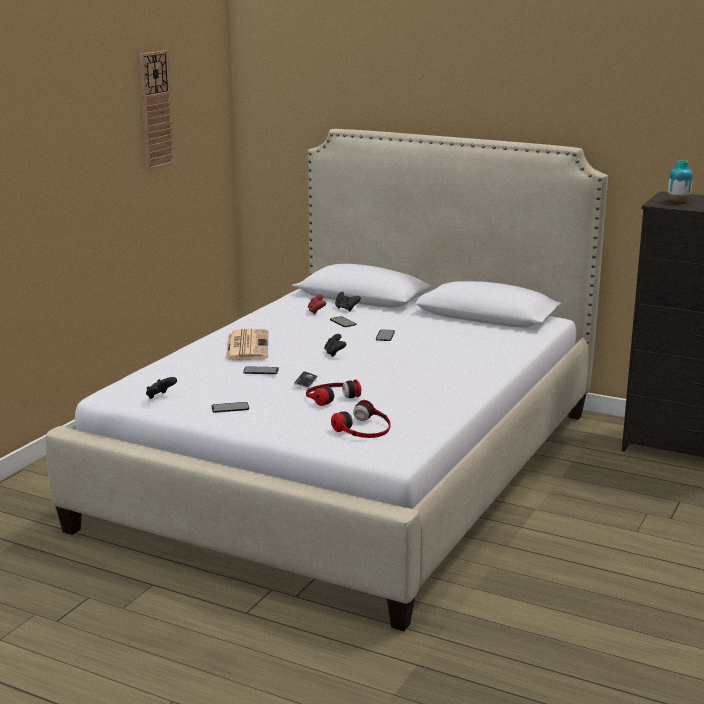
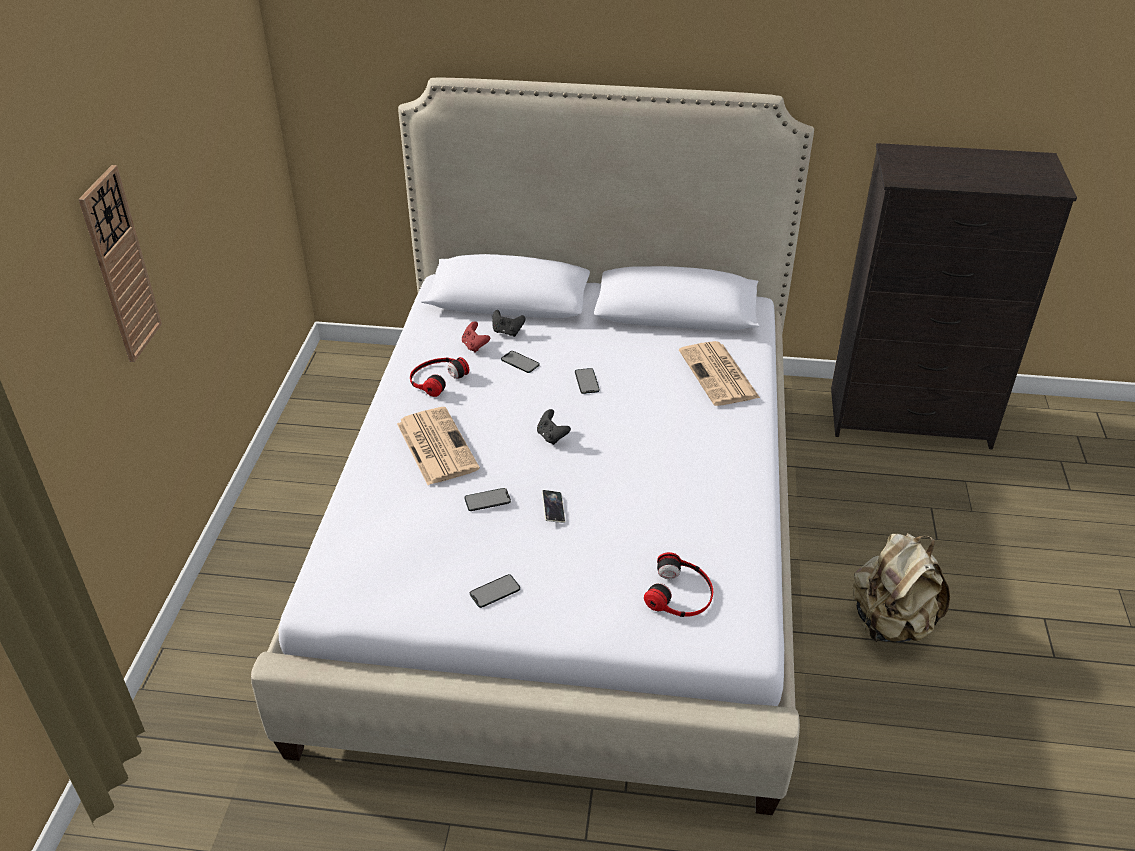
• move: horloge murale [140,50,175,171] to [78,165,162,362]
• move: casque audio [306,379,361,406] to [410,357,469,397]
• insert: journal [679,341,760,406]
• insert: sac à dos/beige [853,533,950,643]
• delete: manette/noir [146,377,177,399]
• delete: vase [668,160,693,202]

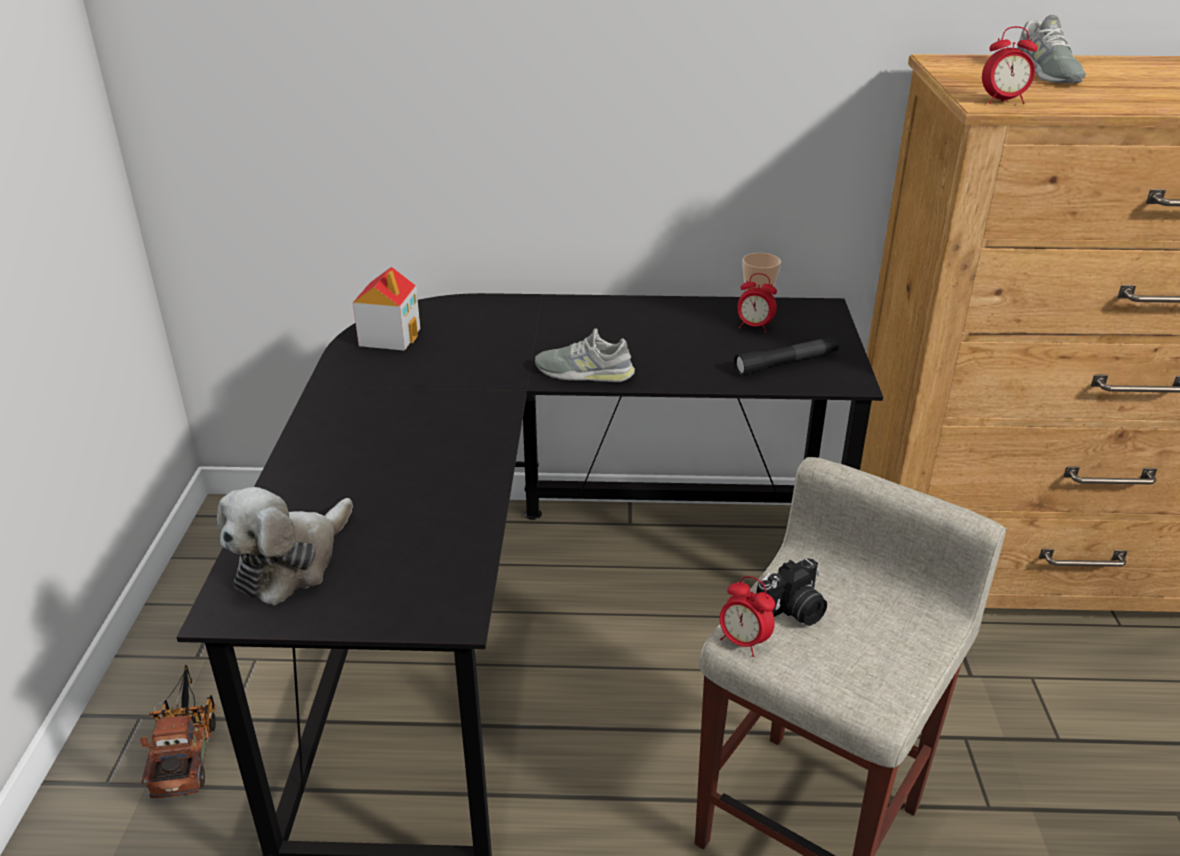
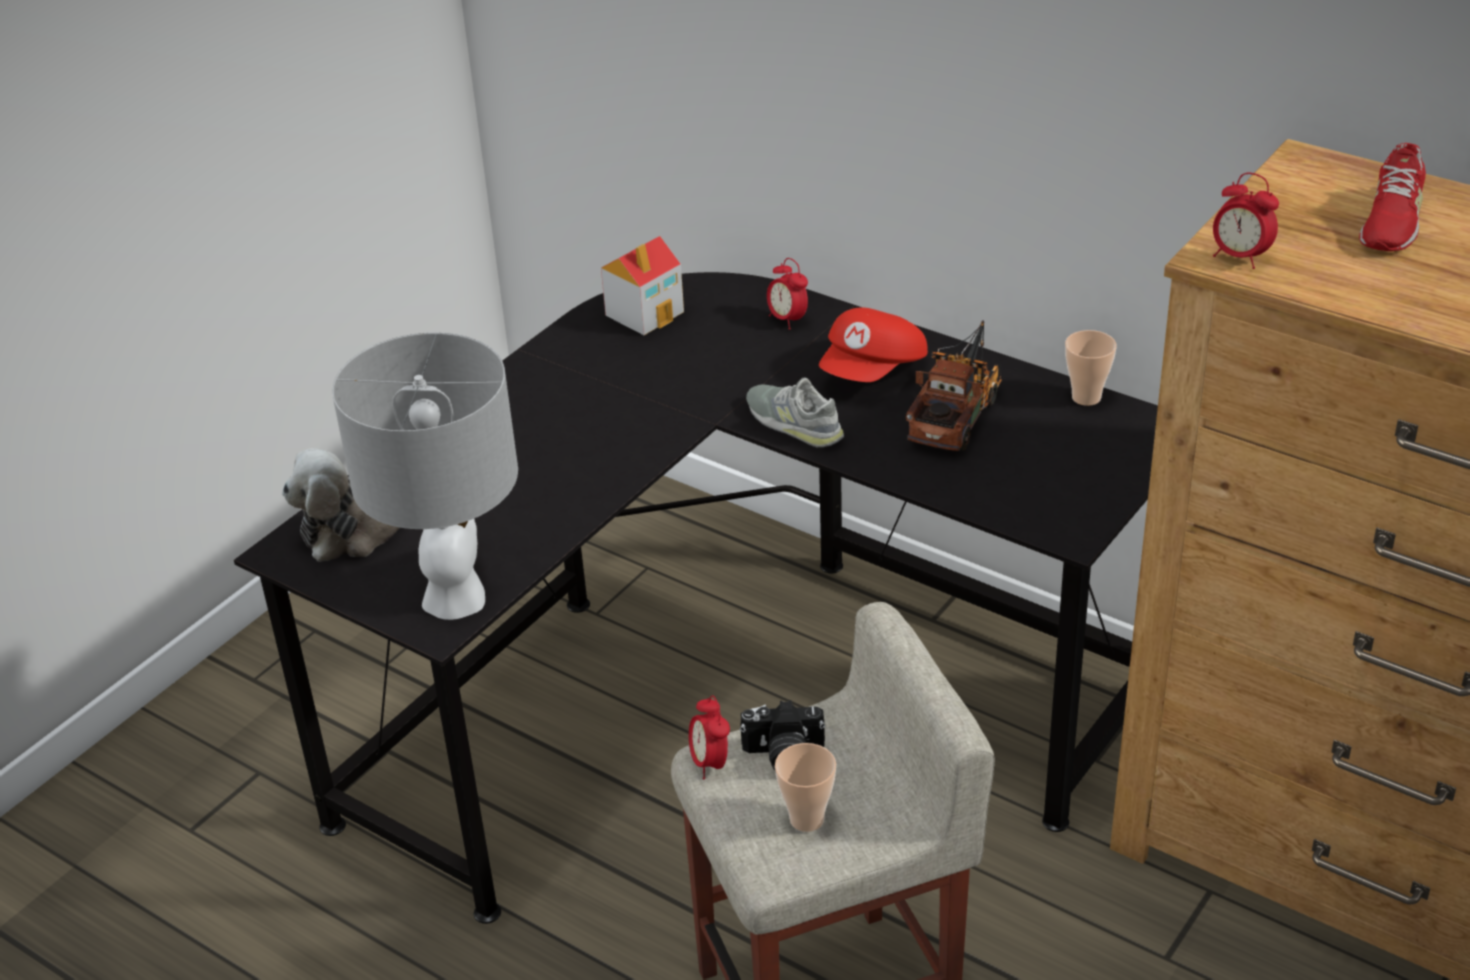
• insert: lampe de table/gris [332,332,518,620]
• move: réveil [738,273,777,333] to [767,258,808,330]
• insert: tasse [775,743,836,832]
• insert: casquette/rouge [819,308,928,382]
• move: camion jouet [140,665,216,798] to [905,321,1002,451]
• recolor: chaussure/gris [1017,15,1086,83] to chaussure/rouge [1359,143,1426,251]
• delete: lampe de poche/noir [734,336,839,375]

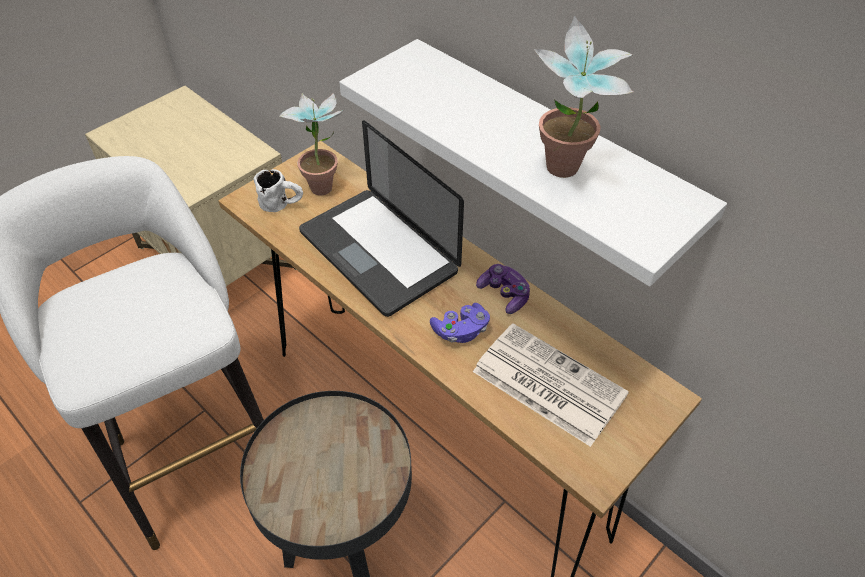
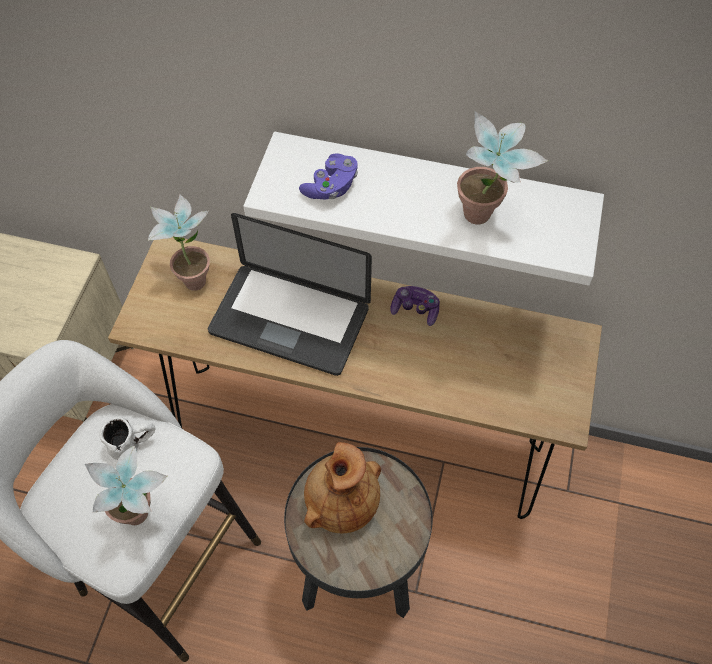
• insert: plante en pot [85,446,167,525]
• move: mug/blanc [254,169,303,212] to [99,417,155,460]
• move: manette/violet [430,303,490,343] to [299,153,358,199]
• insert: vase/marron [304,442,381,533]
• delete: journal [473,324,629,447]

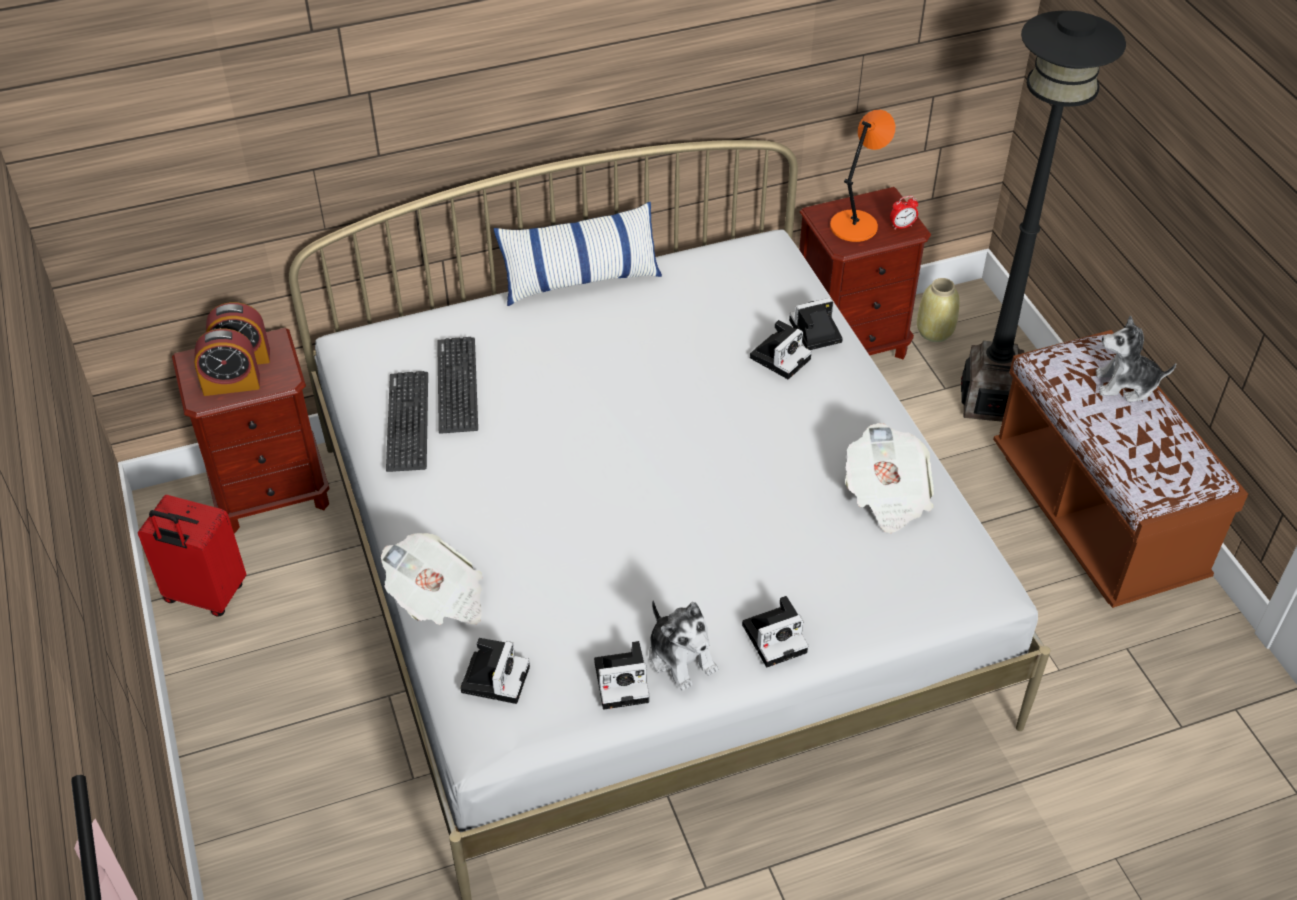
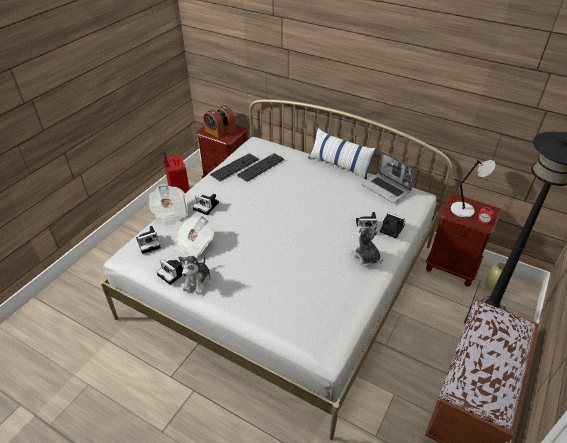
• move: journal [845,423,934,533] to [173,216,214,258]
• move: appareil photo [742,596,808,667] to [193,194,219,215]
• move: peluche [1095,316,1176,402] to [350,225,383,267]
• insert: ordinateur portable [362,152,416,203]
• recolor: lampe de table/orange [830,110,895,242] to lampe de table/gris [451,159,495,218]

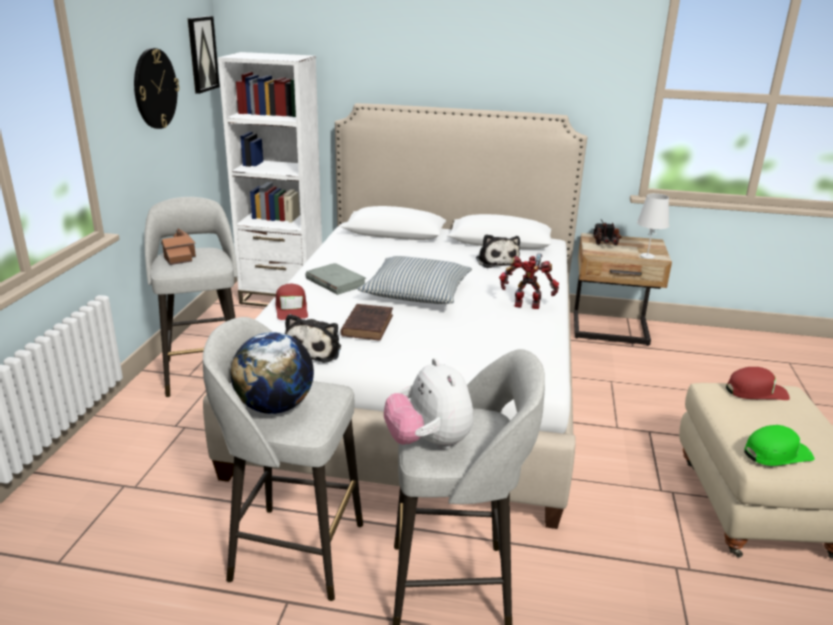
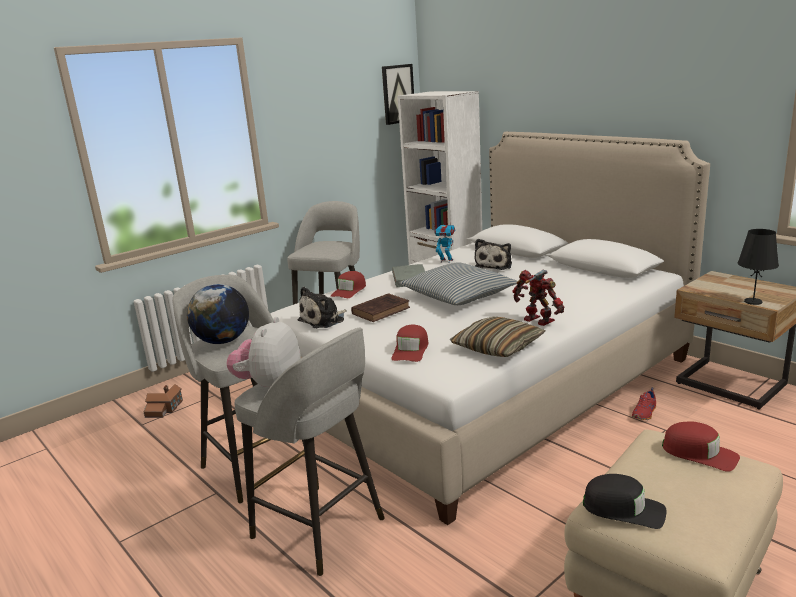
• move: maison miniature [161,229,196,265] to [144,384,183,418]
• insert: casquette/rouge [392,324,428,362]
• insert: robot jouet [433,222,456,263]
• insert: coussin [450,317,545,357]
• move: peluche [476,234,520,268] to [475,239,512,270]
• recolor: casquette/vert [744,425,815,466] to casquette/noir [583,474,667,529]
• insert: chaussure/rouge [632,388,656,420]
• recolor: lampe de table/blanc [637,193,669,259] to lampe de table/noir [738,229,779,305]
• delete: horloge murale [134,48,179,129]
• delete: camion jouet [593,219,621,245]

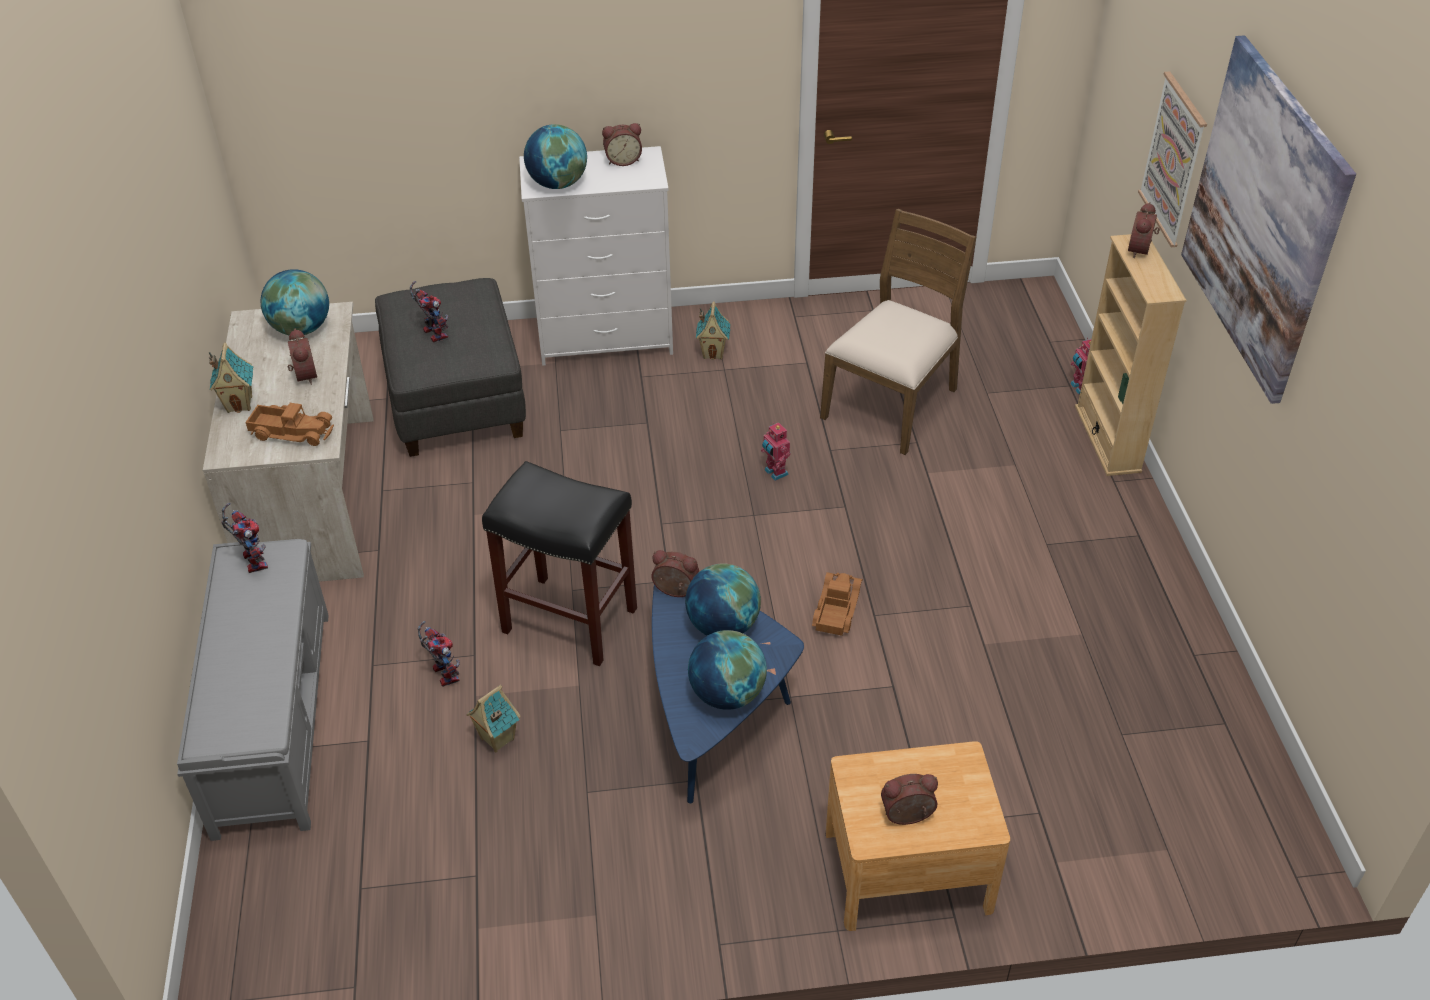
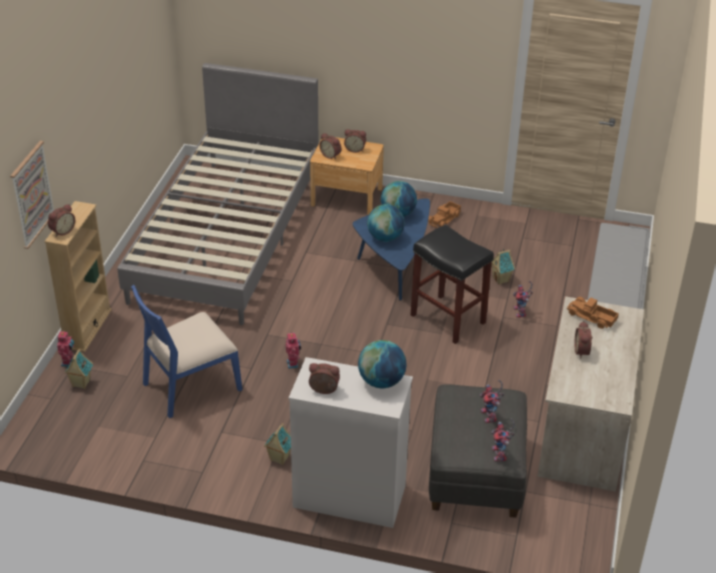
• move: maison miniature [209,342,253,413] to [64,349,93,389]
• insert: lit/gris [117,63,318,325]
• recolor: chaise/marron [820,209,976,455] to chaise/bleu [131,285,242,418]
• move: réveil [651,550,699,597] to [319,133,342,159]
• move: camion jouet [812,572,862,636] to [428,201,461,228]
• move: robot jouet [221,503,268,573] to [491,418,515,461]
• delete: globe [261,269,329,335]
• delete: tableau [1181,35,1356,404]

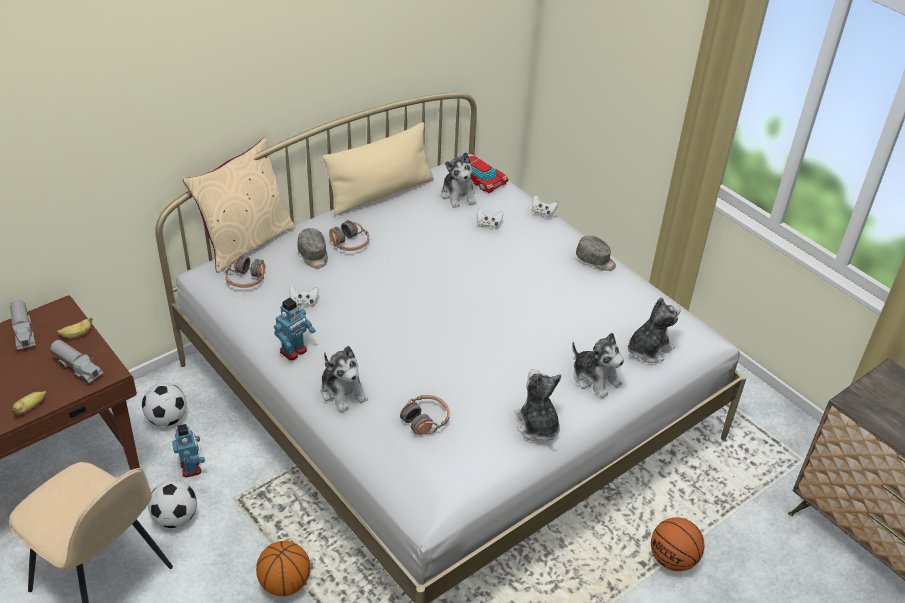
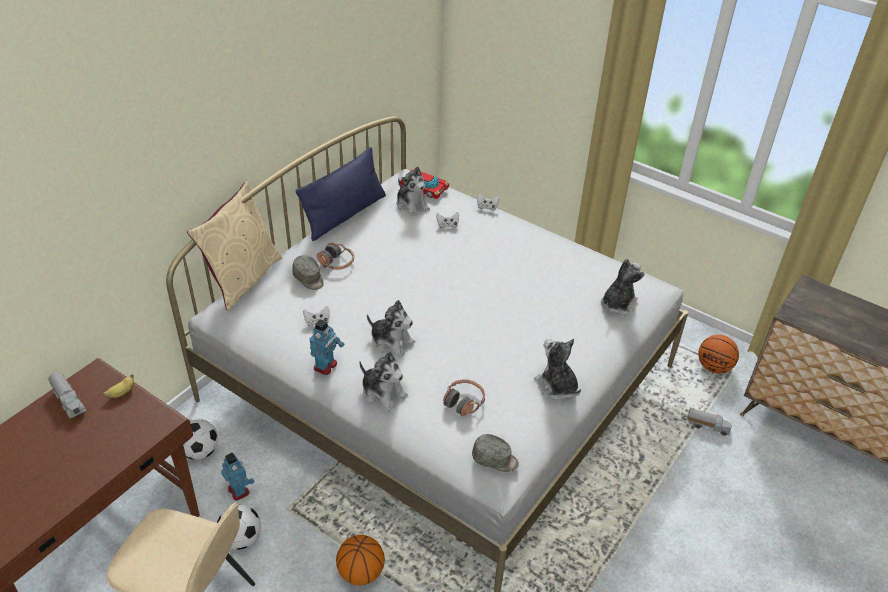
• recolor: coussin/beige [322,122,434,216] to coussin/bleu [296,147,386,241]
• move: peluche [572,333,624,398] to [367,300,415,357]
• move: casquette/gris [576,235,616,271] to [472,434,519,472]
• move: camion jouet [50,340,104,384] to [687,408,732,436]
• move: ballon de basket [651,517,704,571] to [698,335,739,374]
• delete: banane [12,391,46,415]
• delete: casque audio [225,255,265,288]

